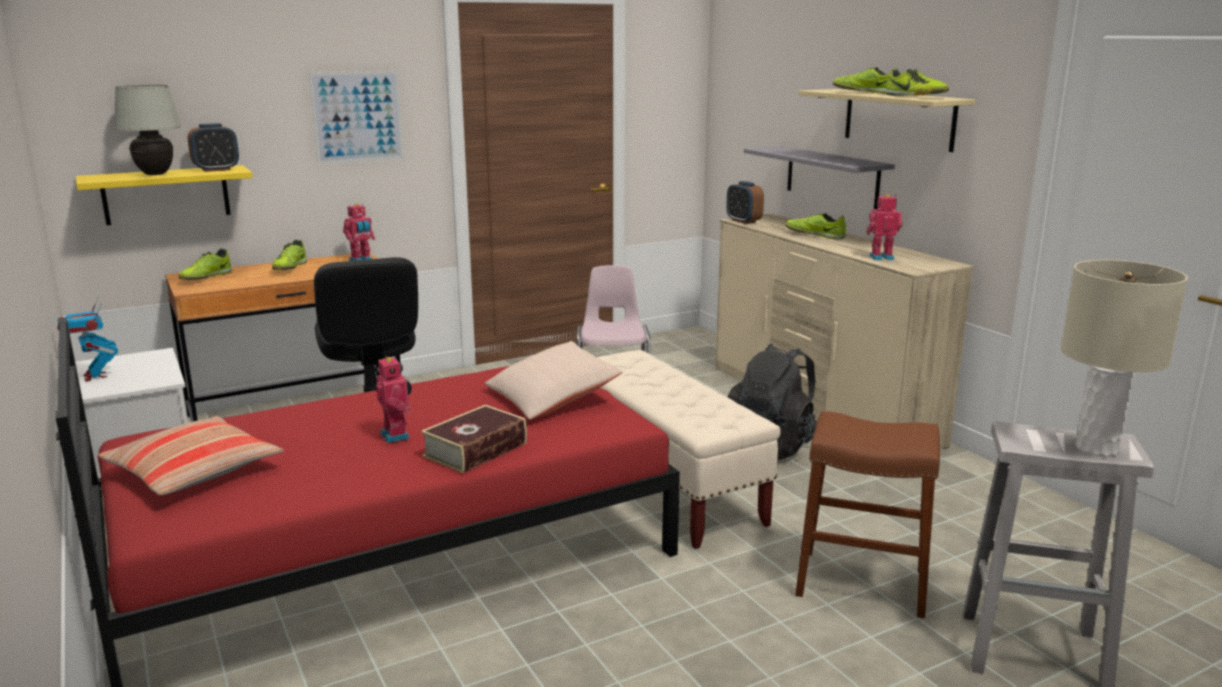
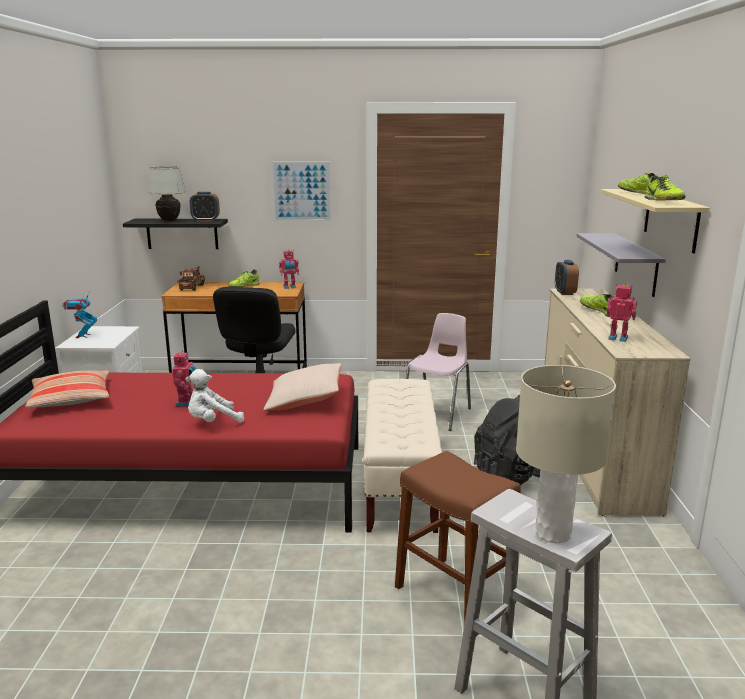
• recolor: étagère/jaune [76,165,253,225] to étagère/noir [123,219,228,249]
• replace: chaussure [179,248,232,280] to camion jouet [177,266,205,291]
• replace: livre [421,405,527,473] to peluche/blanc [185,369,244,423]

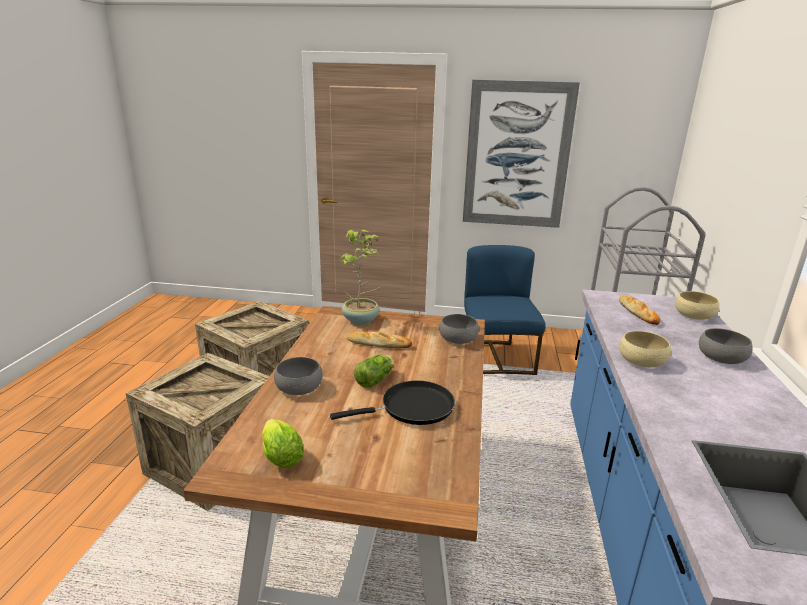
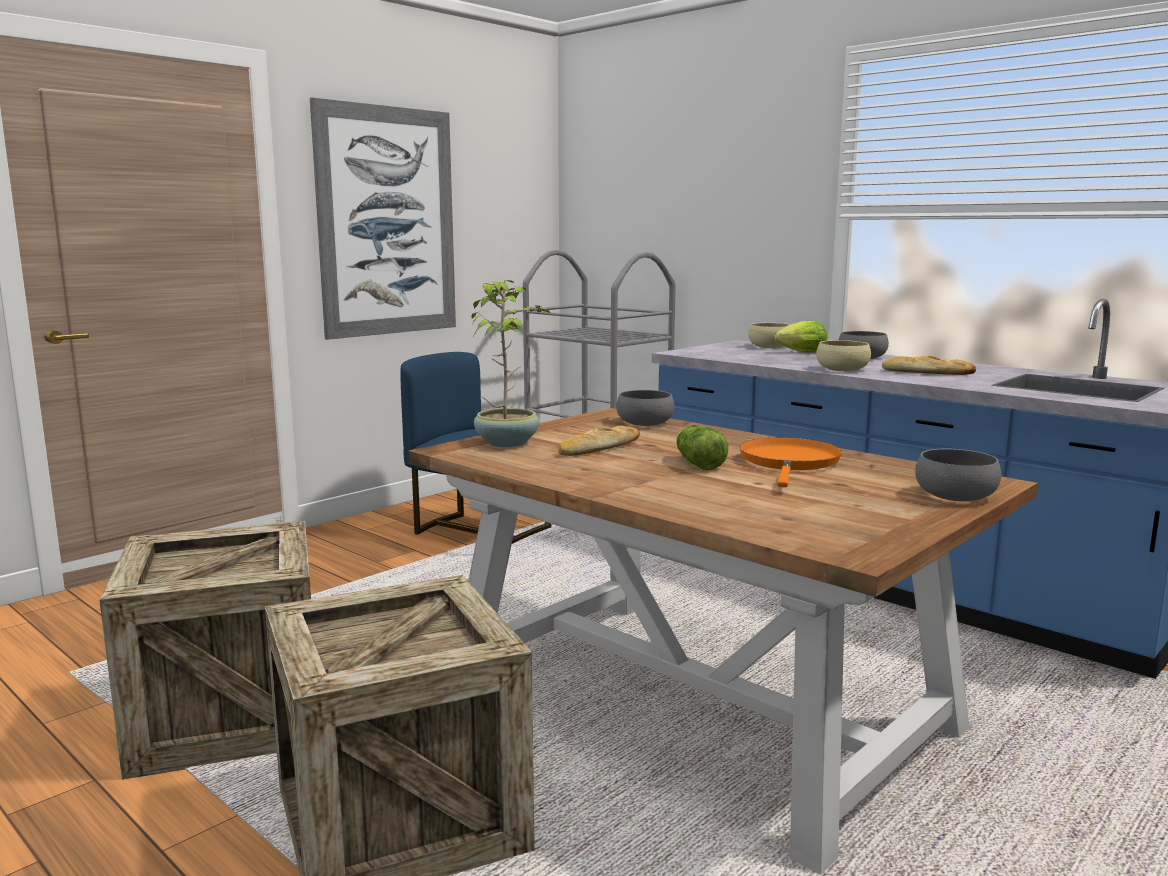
• recolor: poêle/noir [330,380,455,425] to poêle/orange [739,438,842,487]
• move: laitue [262,419,304,468] to [775,320,827,353]
• move: pain [619,296,661,325] to [882,356,976,375]
• move: bol/gris [274,357,323,395] to [915,449,1001,501]

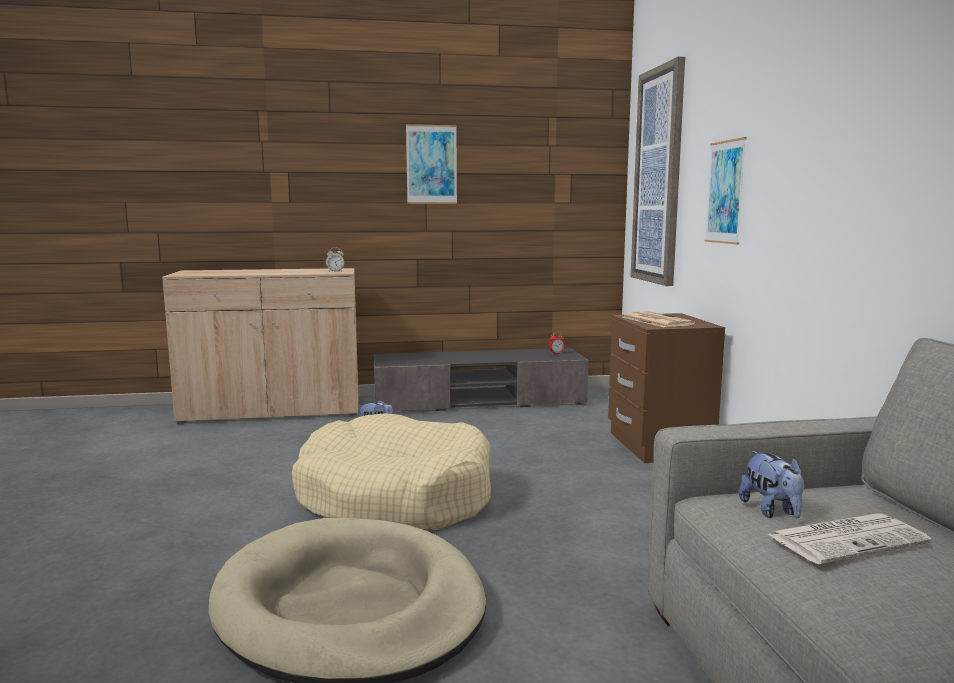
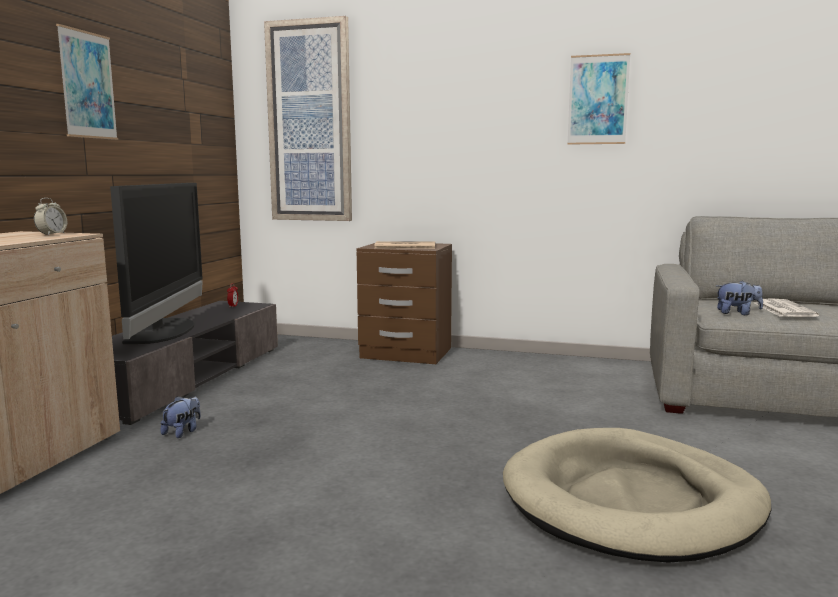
• insert: téléviseur [110,183,203,344]
• move: tableau [704,137,747,245] to [567,53,630,145]
• delete: panier pour chien/beige [292,413,491,530]

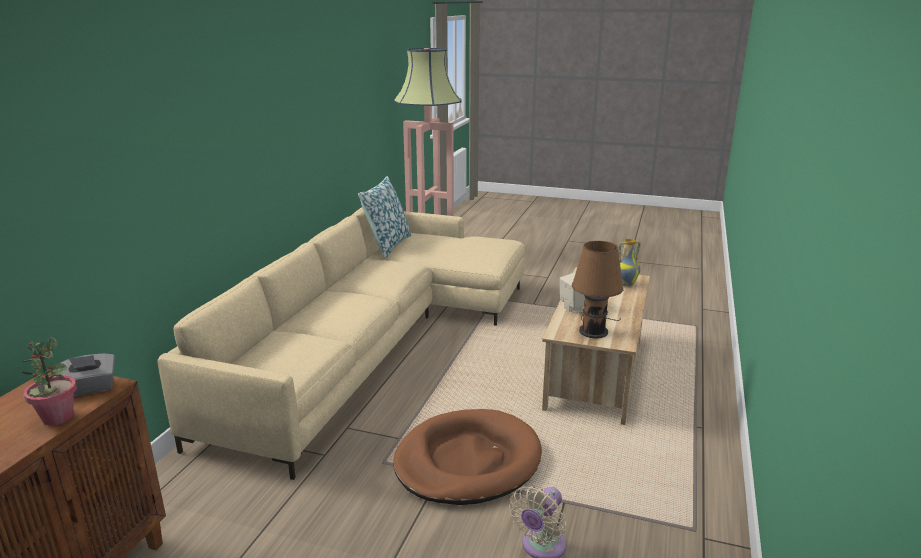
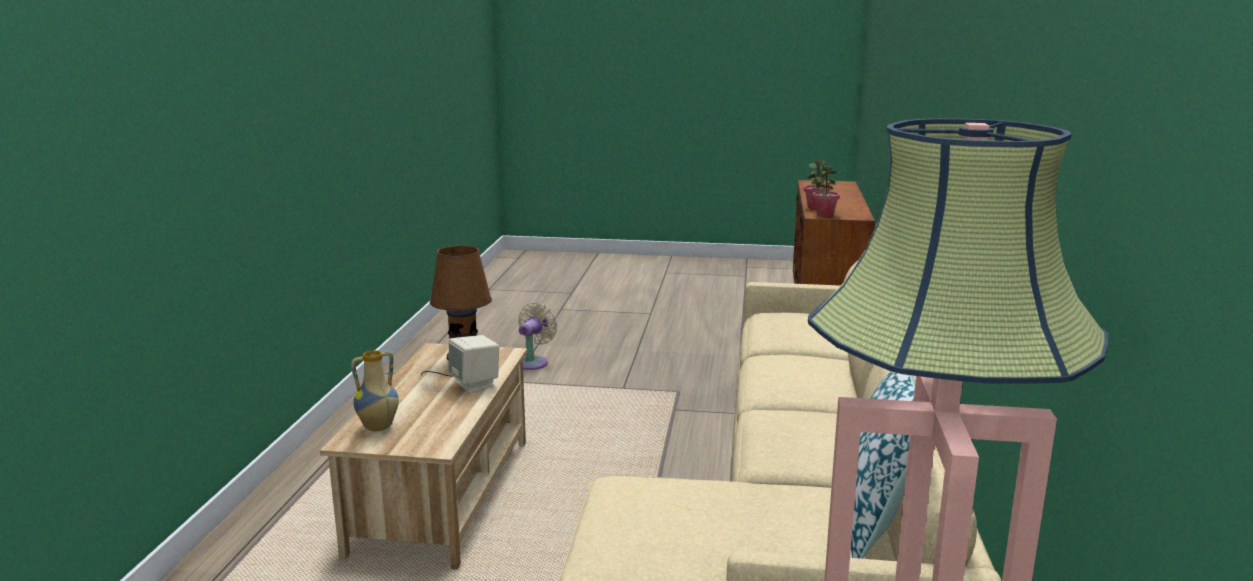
• replace: boîte à mouchoirs/gris [60,353,115,397] to plante en pot [813,163,840,217]
• delete: panier pour chien/marron [394,409,542,505]

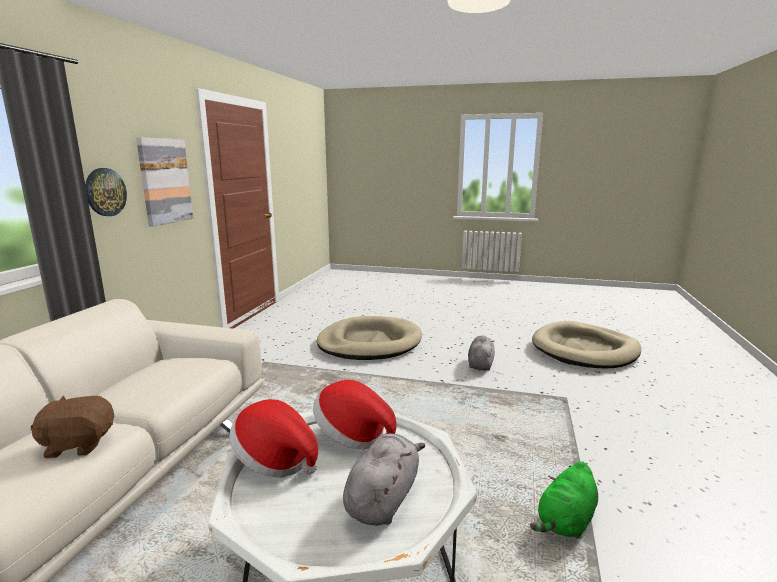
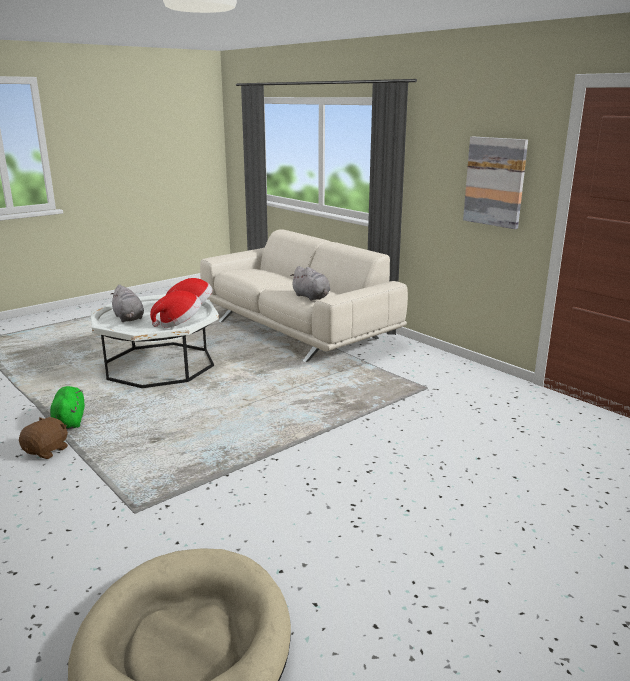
• move: peluche/marron [31,396,114,458] to [19,417,68,459]
• move: peluche/gris [468,336,495,371] to [290,266,330,301]
• delete: horloge murale [85,168,127,216]
• delete: panier pour chien/beige [317,316,422,360]

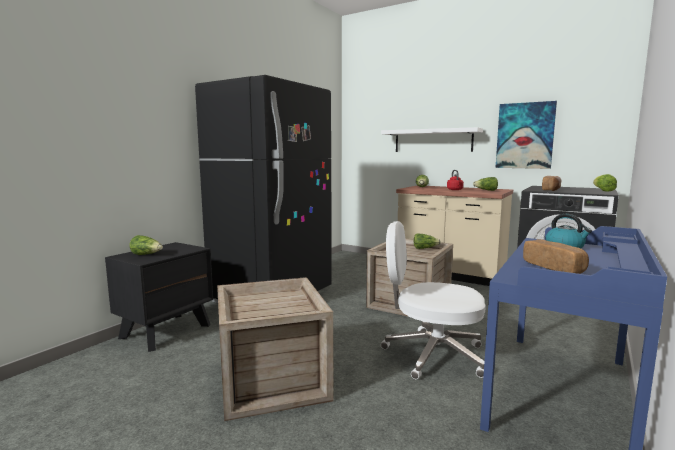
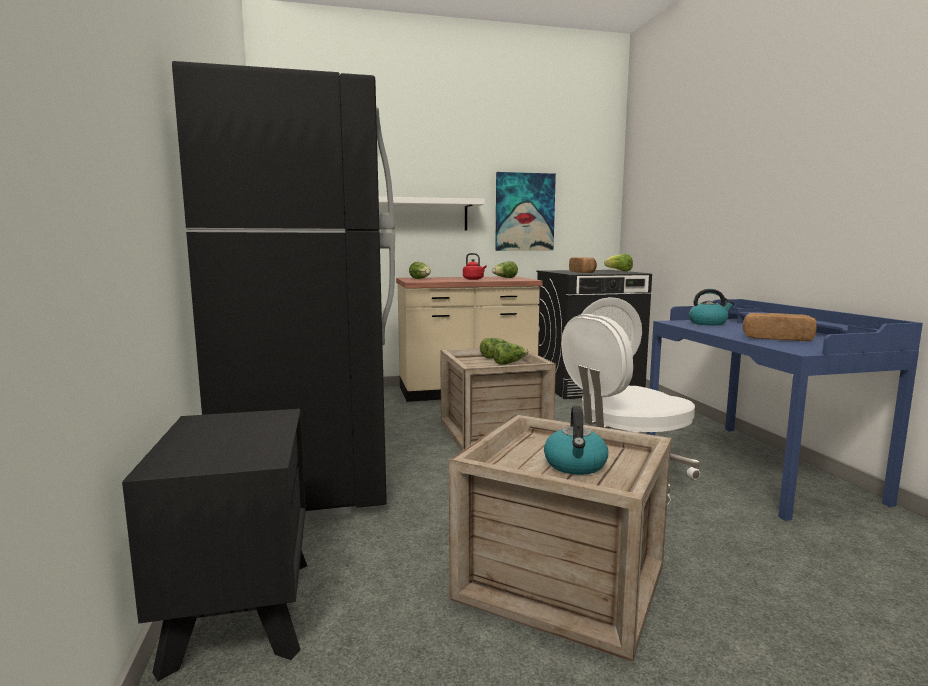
• move: laitue [129,235,163,255] to [493,343,529,365]
• insert: bouilloire [544,406,608,475]

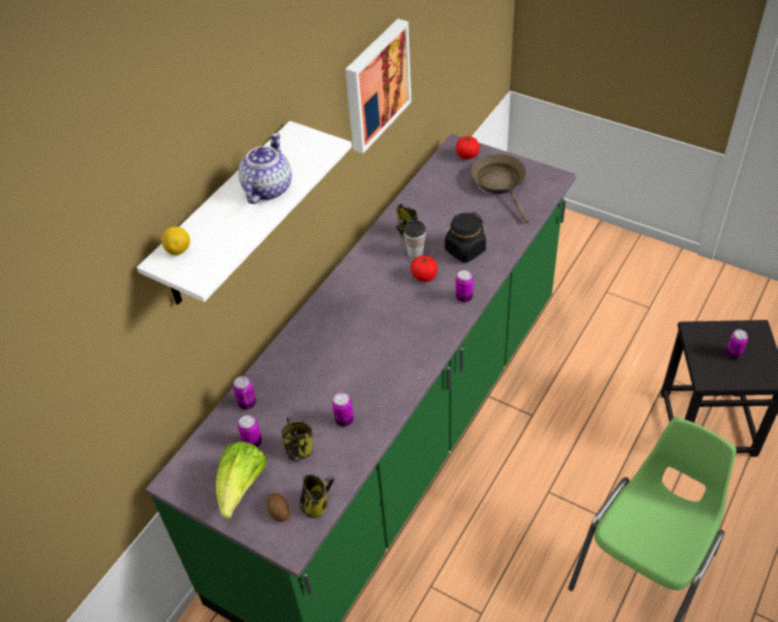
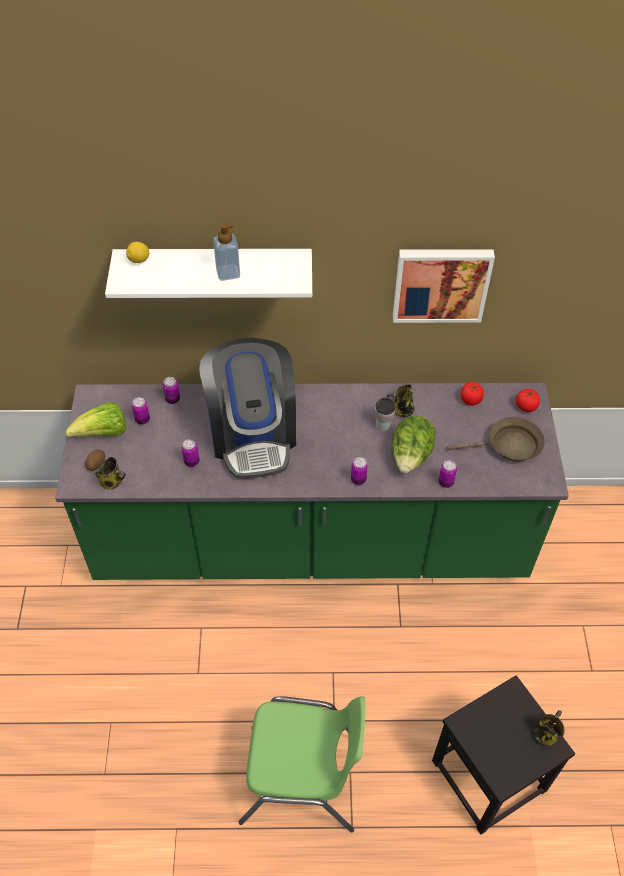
• insert: machine à café [199,338,296,479]
• replace: théière [238,133,292,204] to distributeur de savon [213,224,240,281]
• replace: bocal/noir [445,212,486,263] to laitue [391,415,436,473]
• move: boîte métallique [726,329,748,359] to [438,460,457,488]
• rotate: poêle/marron [471,154,529,223] = [447,417,545,462] 45 degrees clockwise
• move: tomate [411,255,437,282] to [460,382,484,406]
• move: mug [281,416,313,461] to [534,710,565,747]

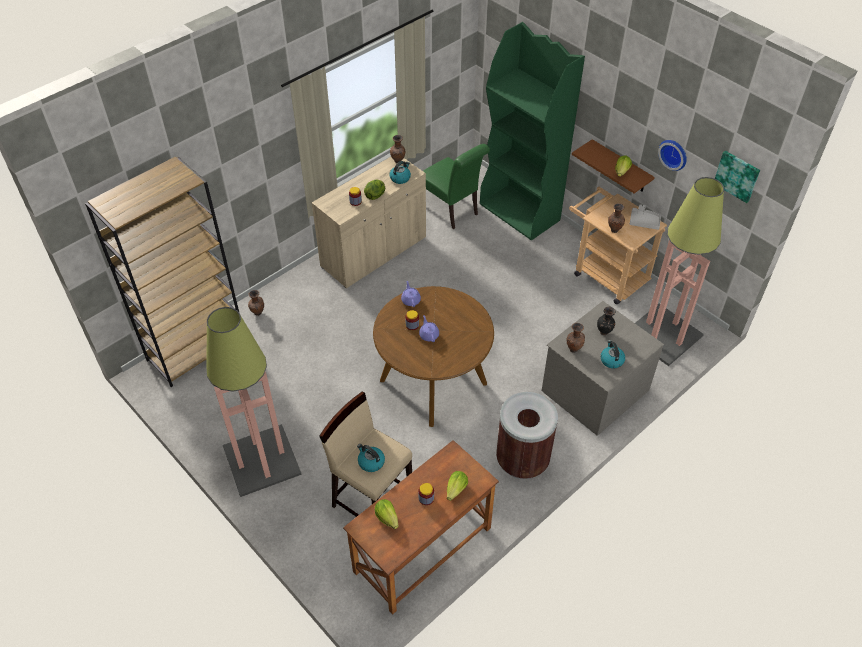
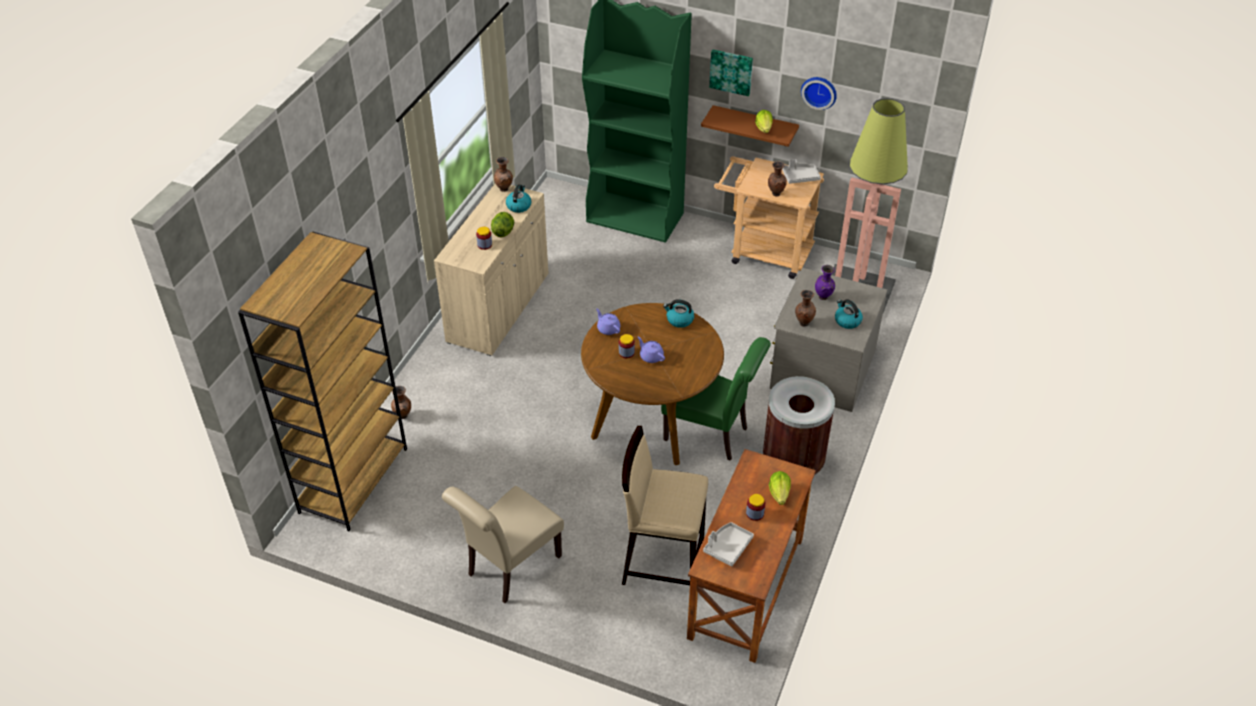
• replace: lampadaire [206,307,302,497] to chaise/beige [442,486,564,603]
• move: chaise/vert [423,144,490,229] to [661,337,771,461]
• move: bouilloire [357,444,385,472] to [663,299,694,328]
• replace: laitue [375,499,398,529] to plateau/gris [703,522,754,566]
• move: tableau [715,151,760,203] to [709,49,753,96]
• recolor: vase/noir [597,307,616,335] to vase/violet [815,265,835,300]

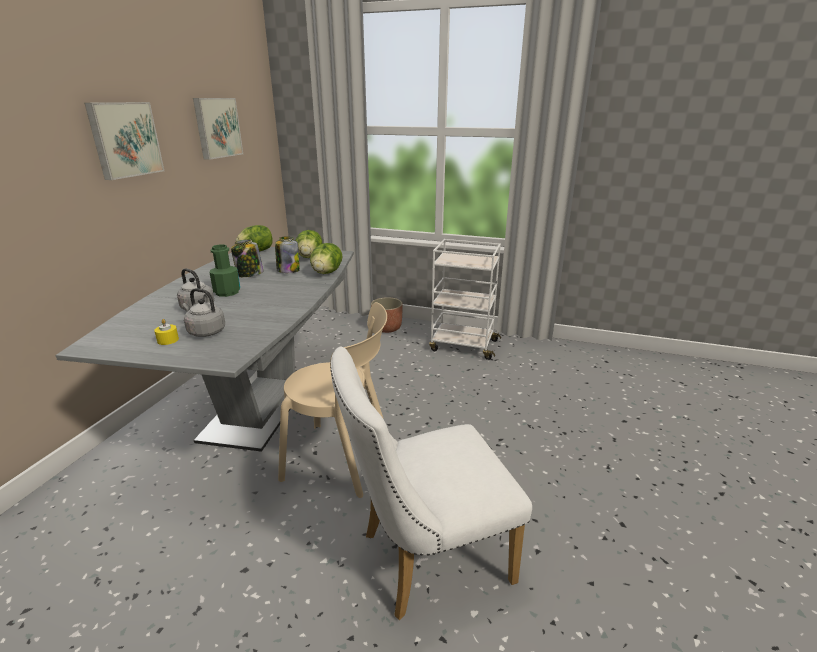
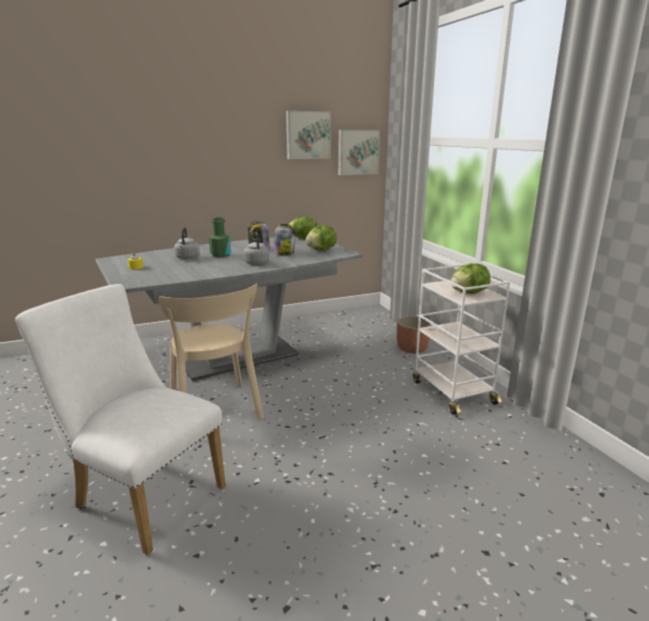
• move: bouilloire/gris [183,288,225,337] to [243,232,269,265]
• move: tableau [84,102,164,180] to [338,130,380,175]
• move: laitue [310,243,342,274] to [451,263,491,294]

